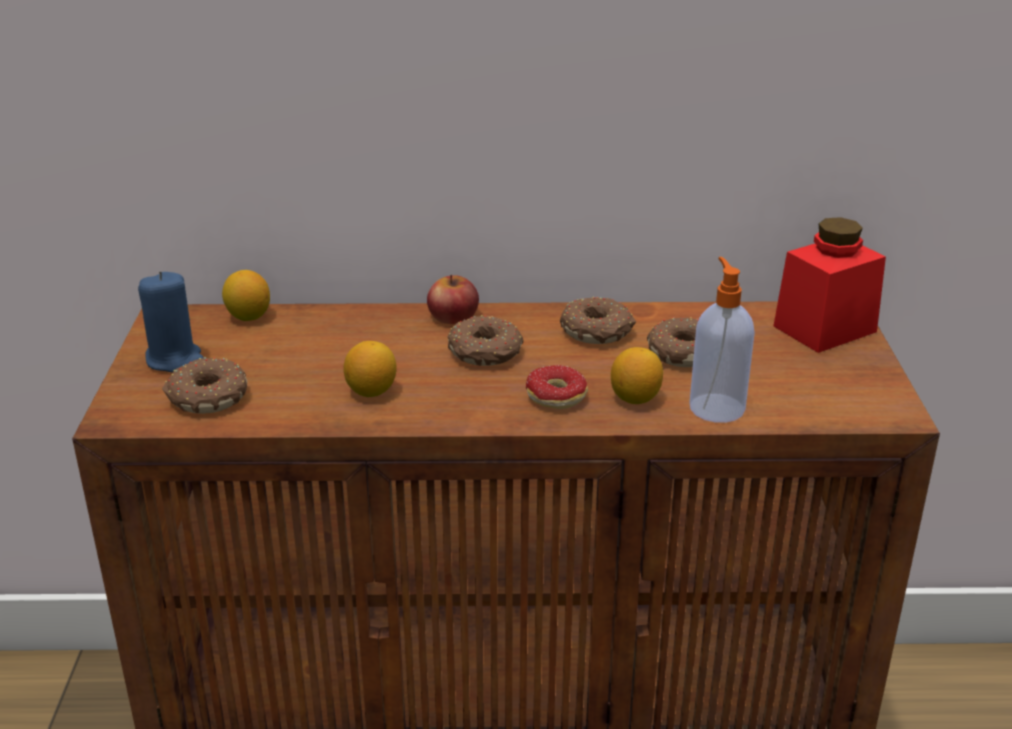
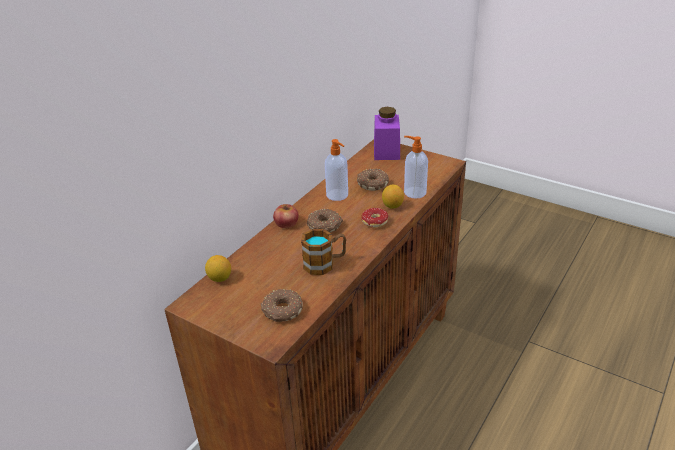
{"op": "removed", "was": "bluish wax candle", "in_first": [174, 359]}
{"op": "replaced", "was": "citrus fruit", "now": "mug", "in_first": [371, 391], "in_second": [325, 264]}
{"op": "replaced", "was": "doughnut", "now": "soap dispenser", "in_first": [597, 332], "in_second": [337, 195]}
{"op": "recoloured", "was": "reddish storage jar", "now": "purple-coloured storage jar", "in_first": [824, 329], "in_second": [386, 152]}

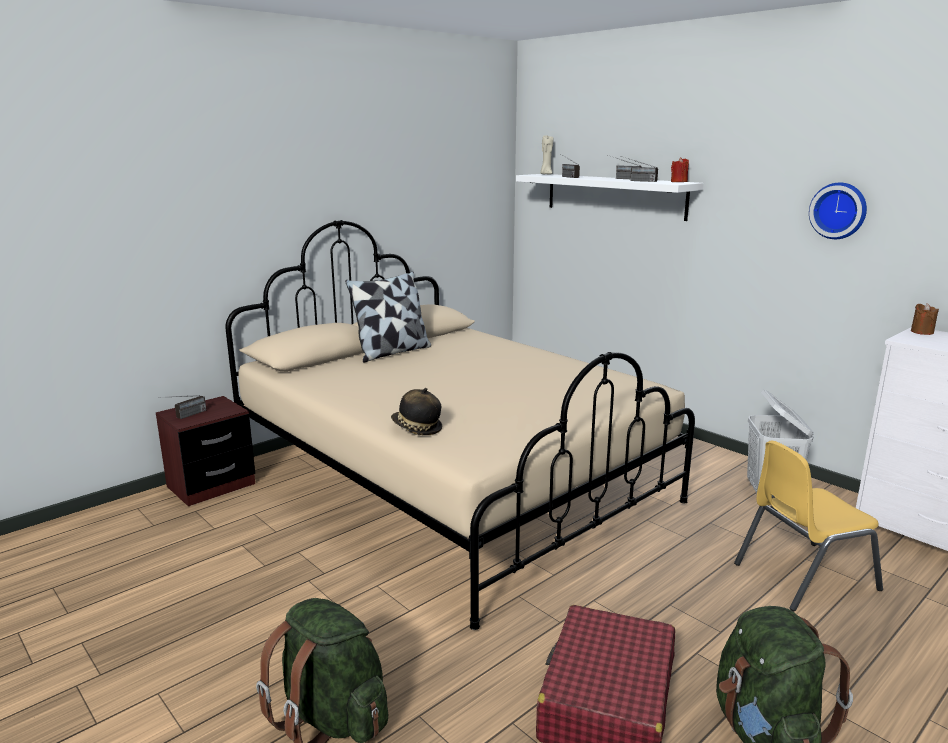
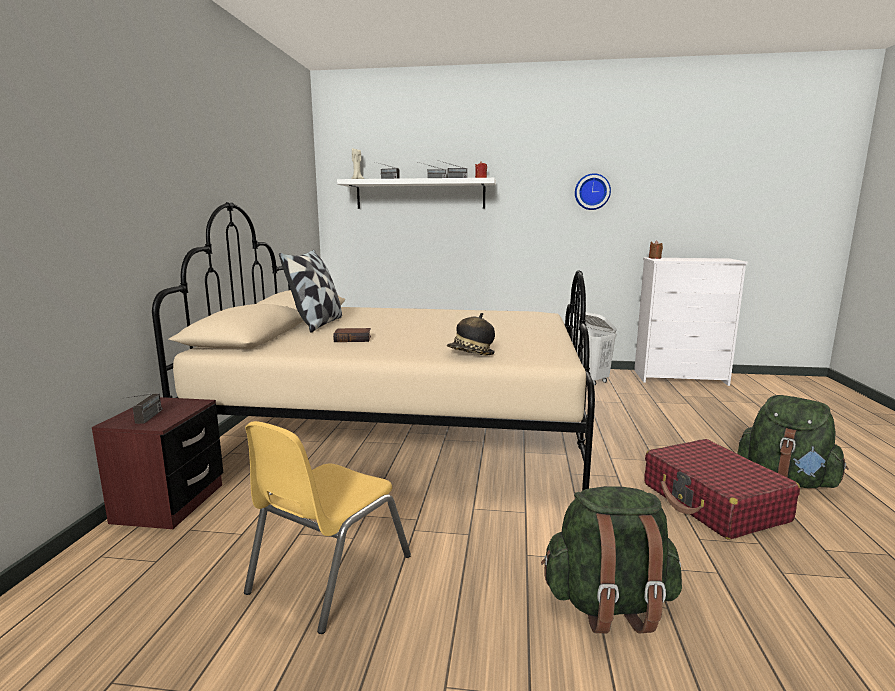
{"op": "added", "now": "bound book", "in_second": [353, 339]}
{"op": "moved", "was": "yellow-coloured upright chair", "in_first": [803, 576], "in_second": [329, 574]}

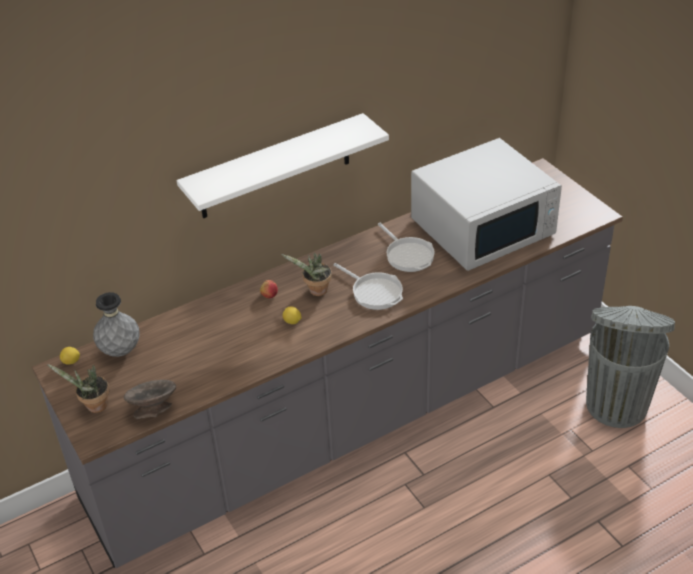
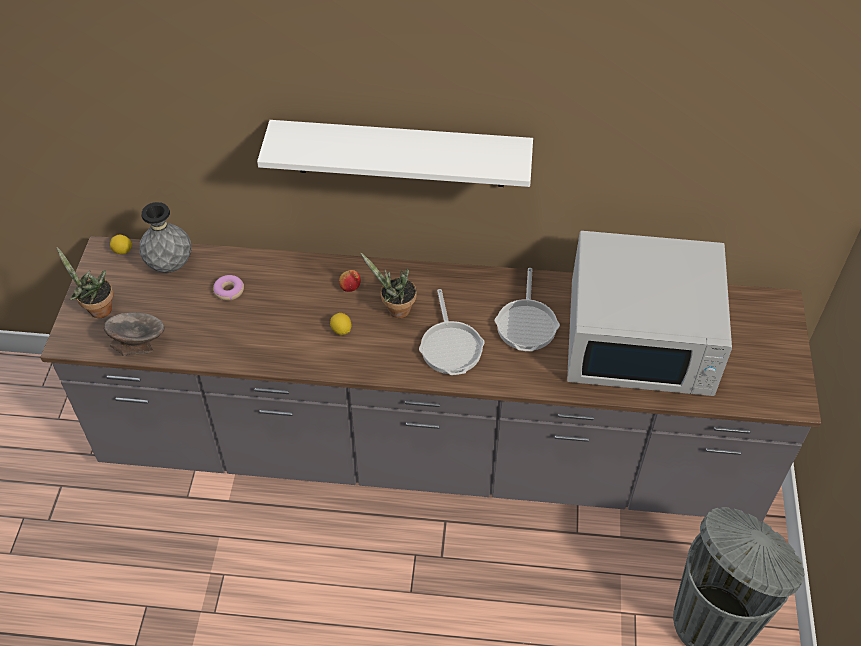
{"op": "added", "now": "doughnut", "in_second": [229, 291]}

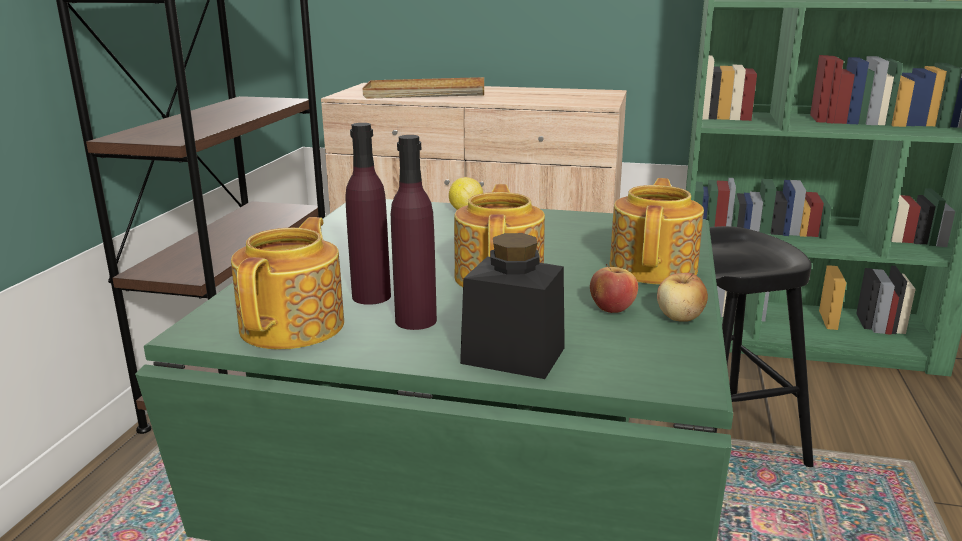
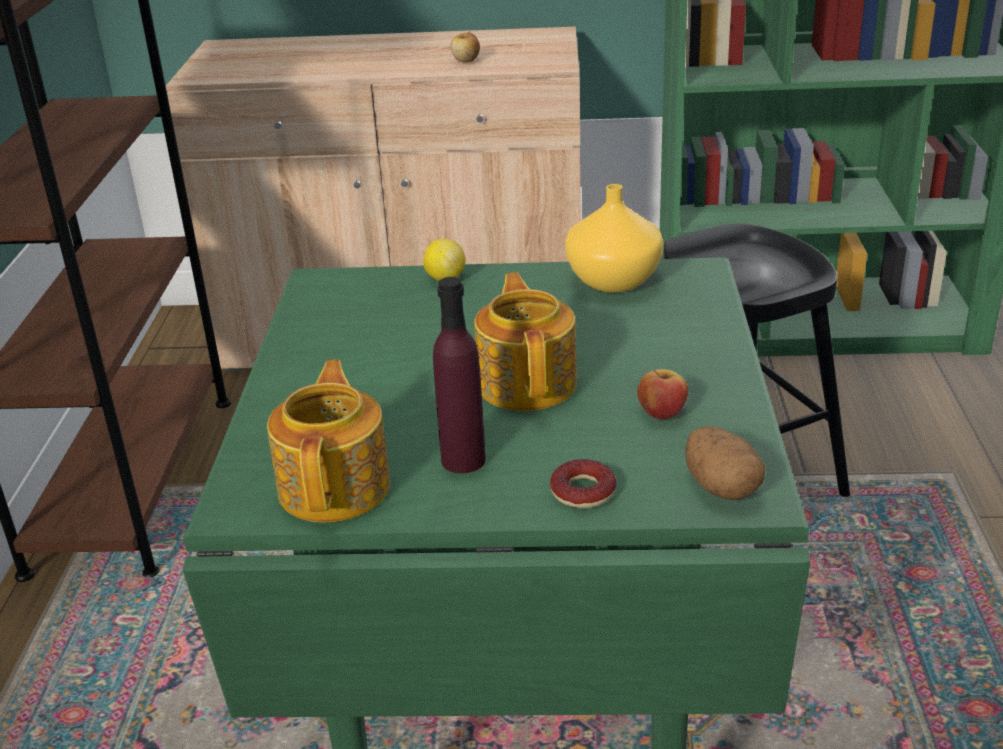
{"op": "removed", "was": "purple-coloured beverage bottle", "in_first": [371, 296]}
{"op": "removed", "was": "sand-coloured tray", "in_first": [425, 93]}
{"op": "removed", "was": "teapot", "in_first": [654, 268]}
{"op": "added", "now": "yellow-coloured vase", "in_second": [613, 282]}
{"op": "added", "now": "potato", "in_second": [721, 486]}
{"op": "moved", "was": "whole apple", "in_first": [680, 317], "in_second": [466, 61]}
{"op": "replaced", "was": "blackish storage jar", "now": "doughnut", "in_first": [513, 355], "in_second": [583, 492]}

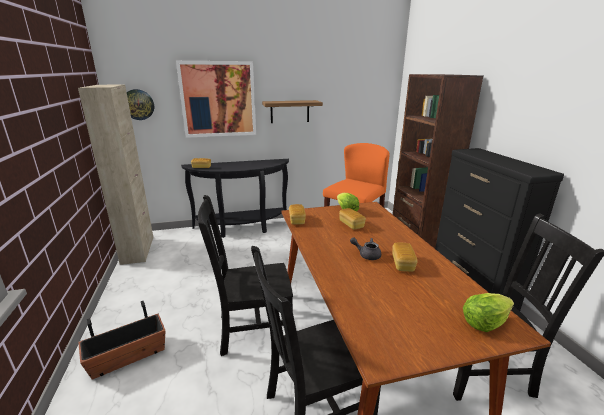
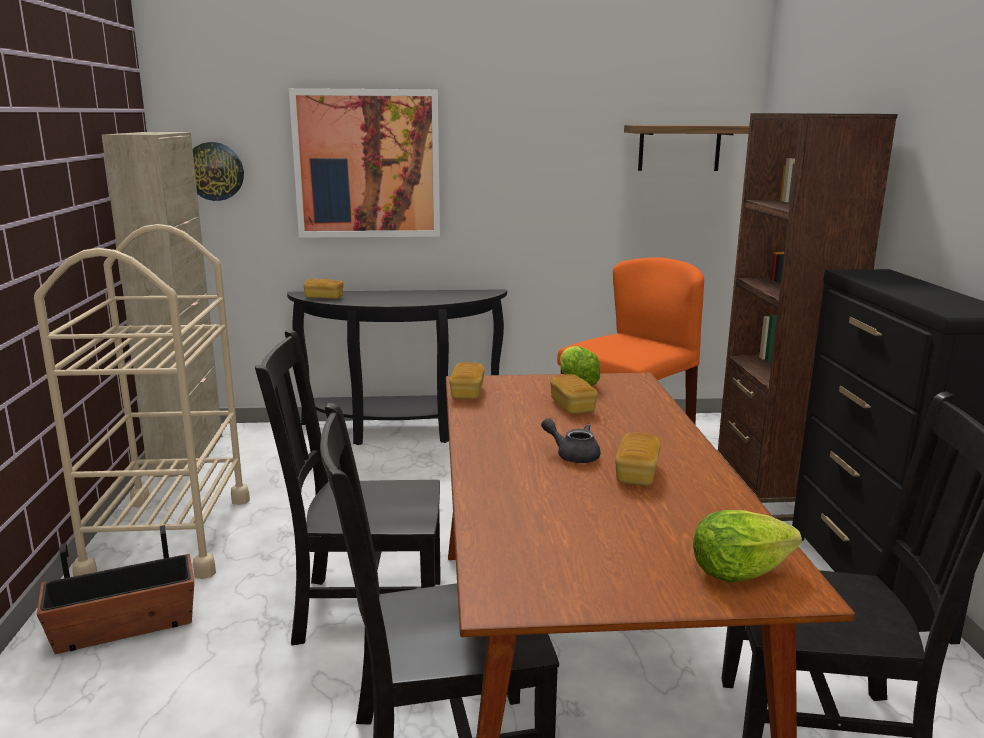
{"op": "added", "now": "sand-coloured trolley", "in_second": [169, 536]}
{"op": "moved", "was": "shelf", "in_first": [290, 111], "in_second": [679, 148]}

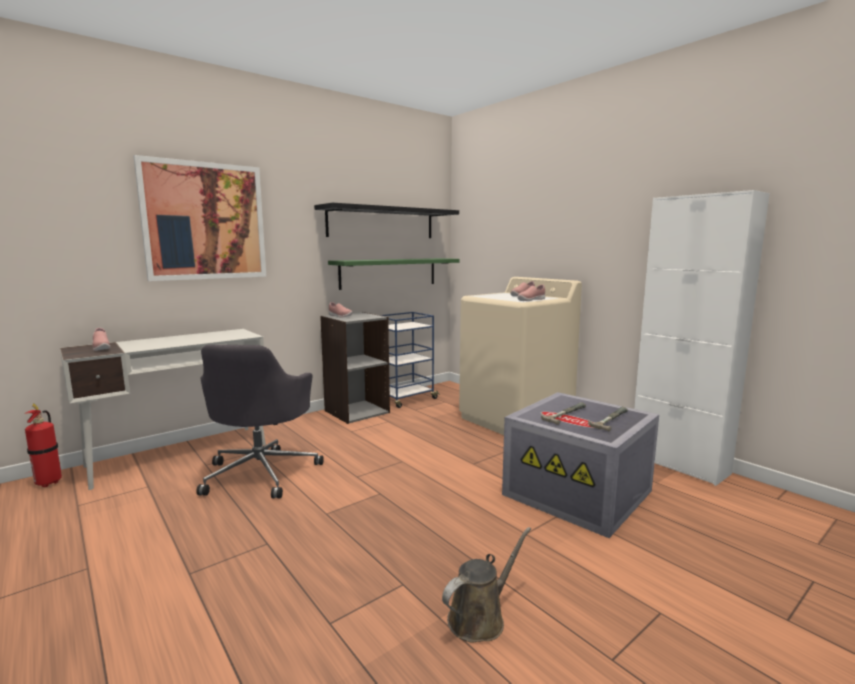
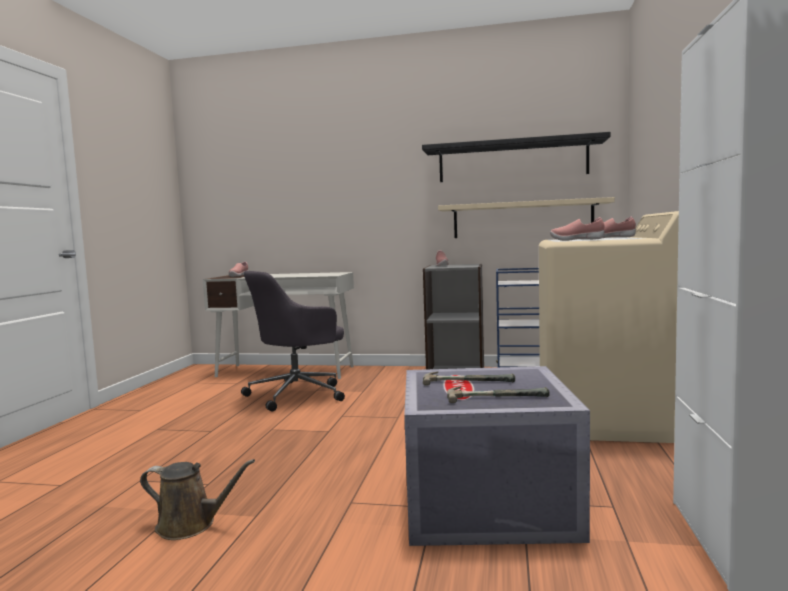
{"op": "removed", "was": "fire-fighting cylinder", "in_first": [50, 482]}
{"op": "removed", "was": "wall picture", "in_first": [205, 221]}
{"op": "recoloured", "was": "green shelf", "now": "sand-coloured shelf", "in_first": [389, 273], "in_second": [522, 219]}

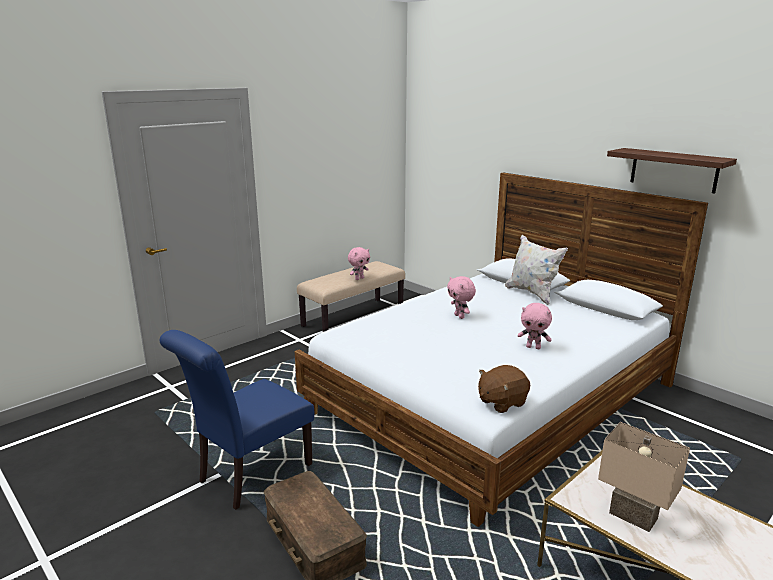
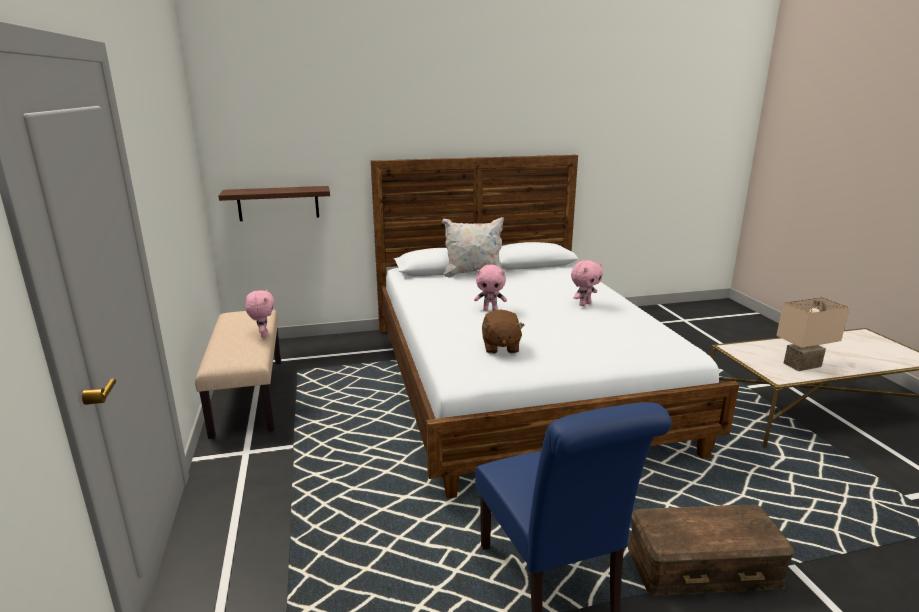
{"op": "moved", "was": "brown cuddly toy", "in_first": [501, 402], "in_second": [500, 347]}
{"op": "moved", "was": "shelf", "in_first": [673, 170], "in_second": [278, 203]}

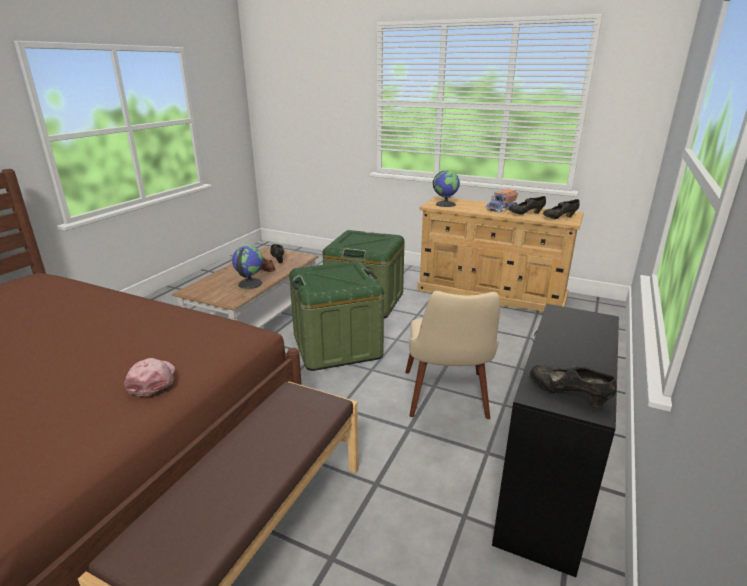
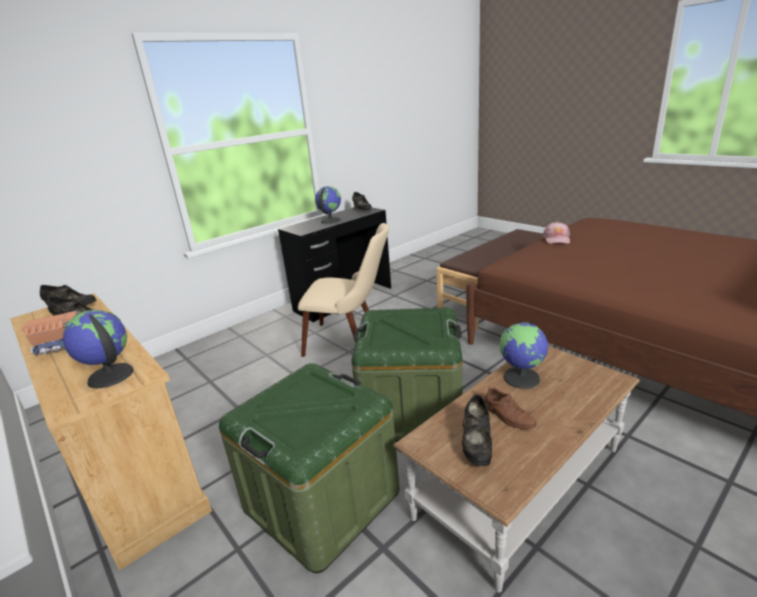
{"op": "added", "now": "world globe", "in_second": [330, 220]}
{"op": "turned", "was": "sand-coloured upright chair", "in_first": [447, 402], "in_second": [351, 340], "clockwise": 75}

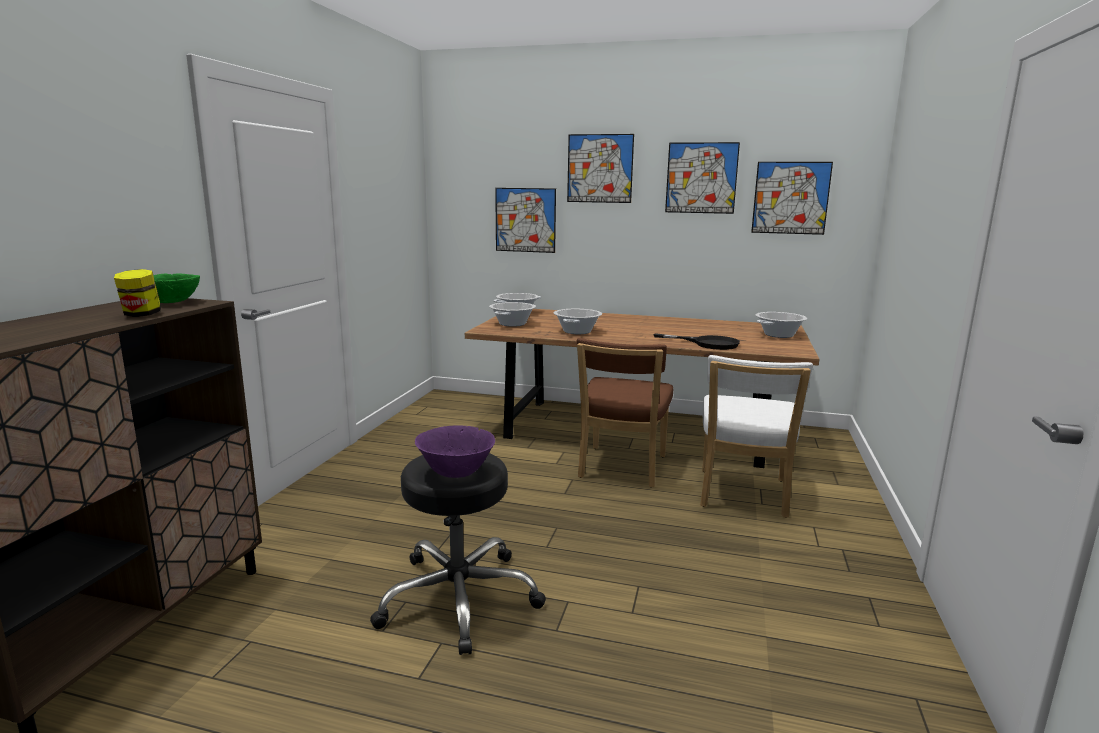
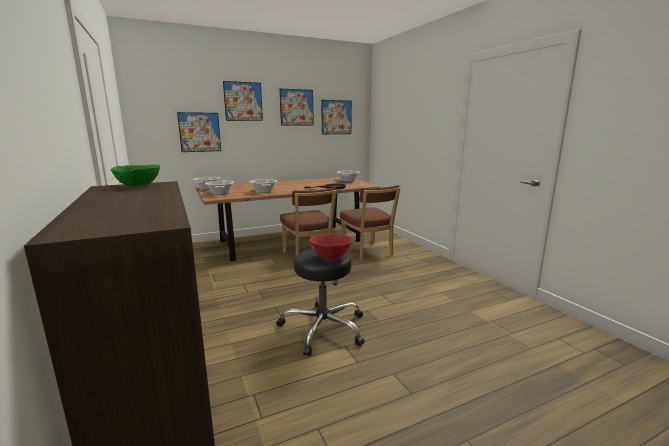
{"op": "removed", "was": "storage jar", "in_first": [141, 315]}
{"op": "recoloured", "was": "purple-coloured deep dish", "now": "reddish deep dish", "in_first": [456, 474], "in_second": [330, 258]}
{"op": "recoloured", "was": "white-coloured upright chair", "now": "brown upright chair", "in_first": [742, 495], "in_second": [368, 253]}

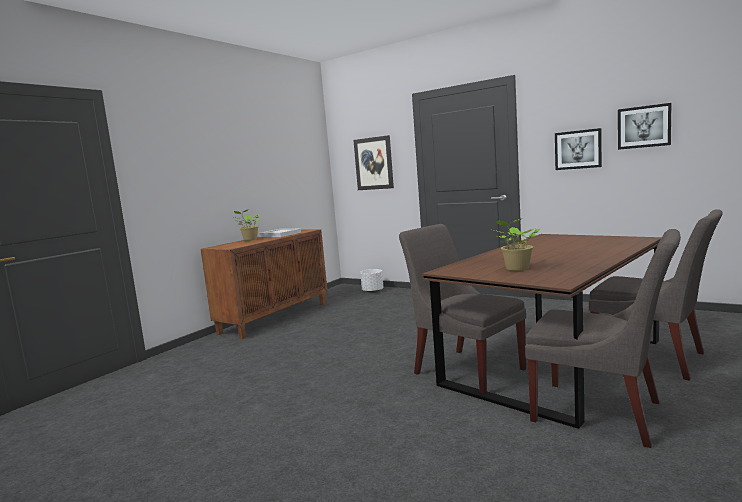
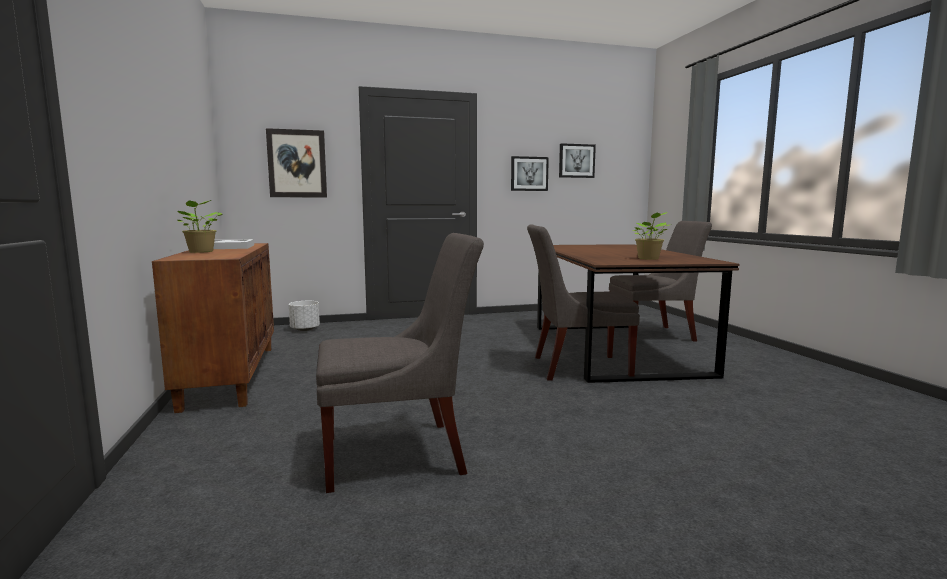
{"op": "moved", "was": "gray upright chair", "in_first": [603, 413], "in_second": [400, 454]}

